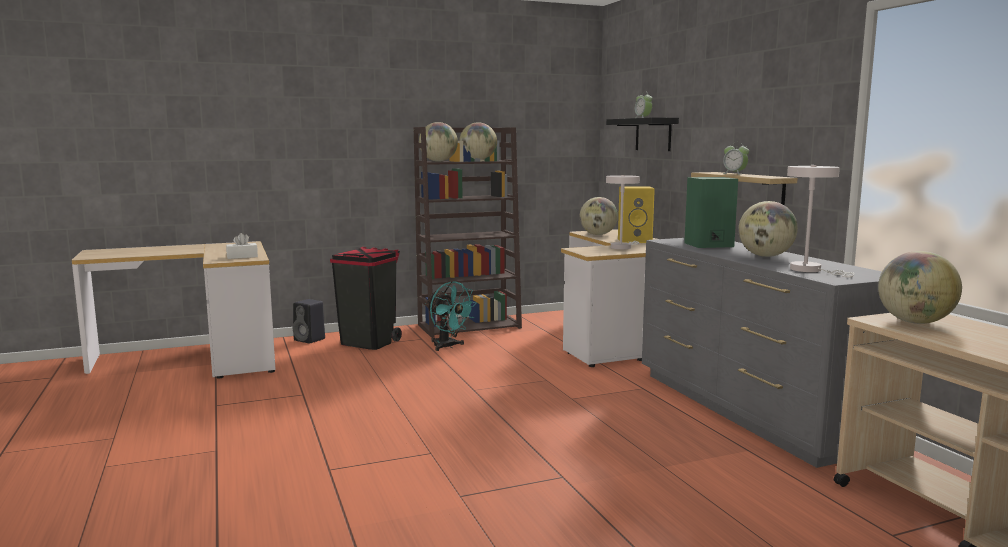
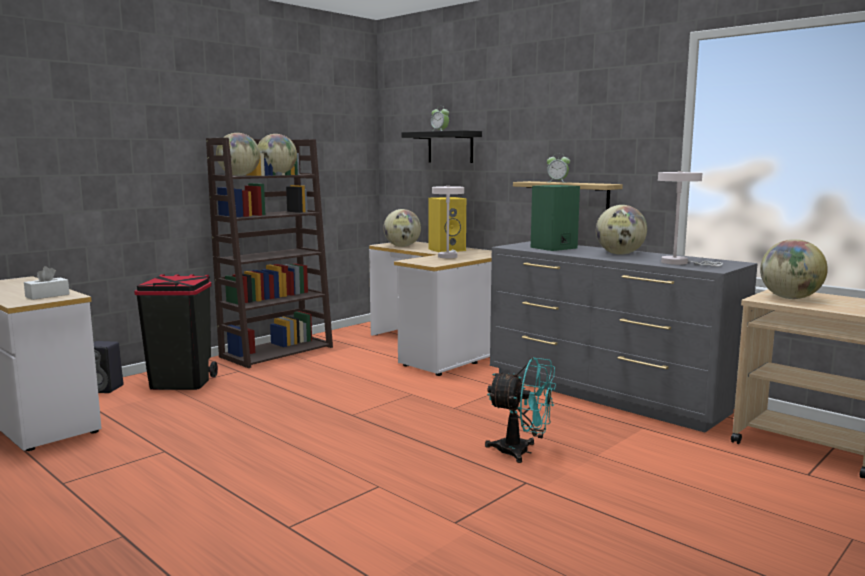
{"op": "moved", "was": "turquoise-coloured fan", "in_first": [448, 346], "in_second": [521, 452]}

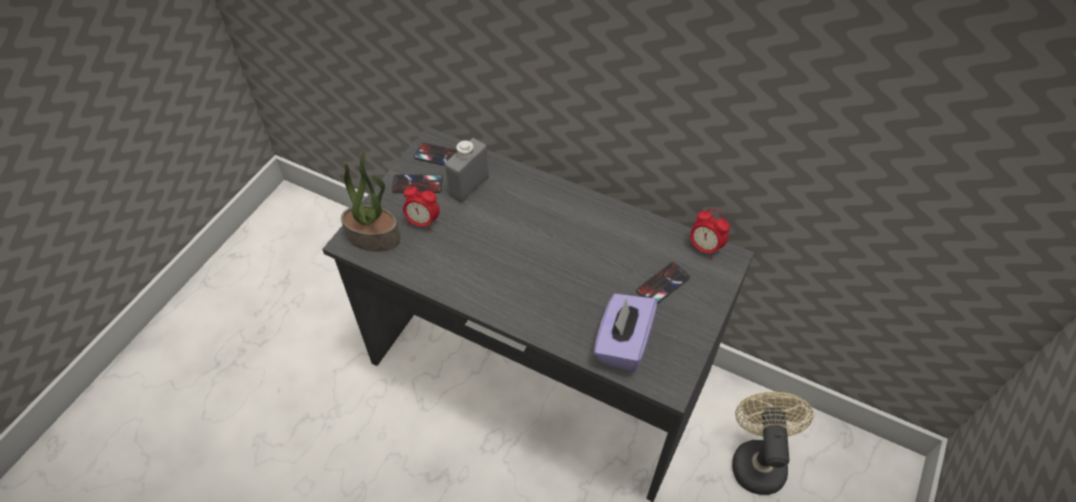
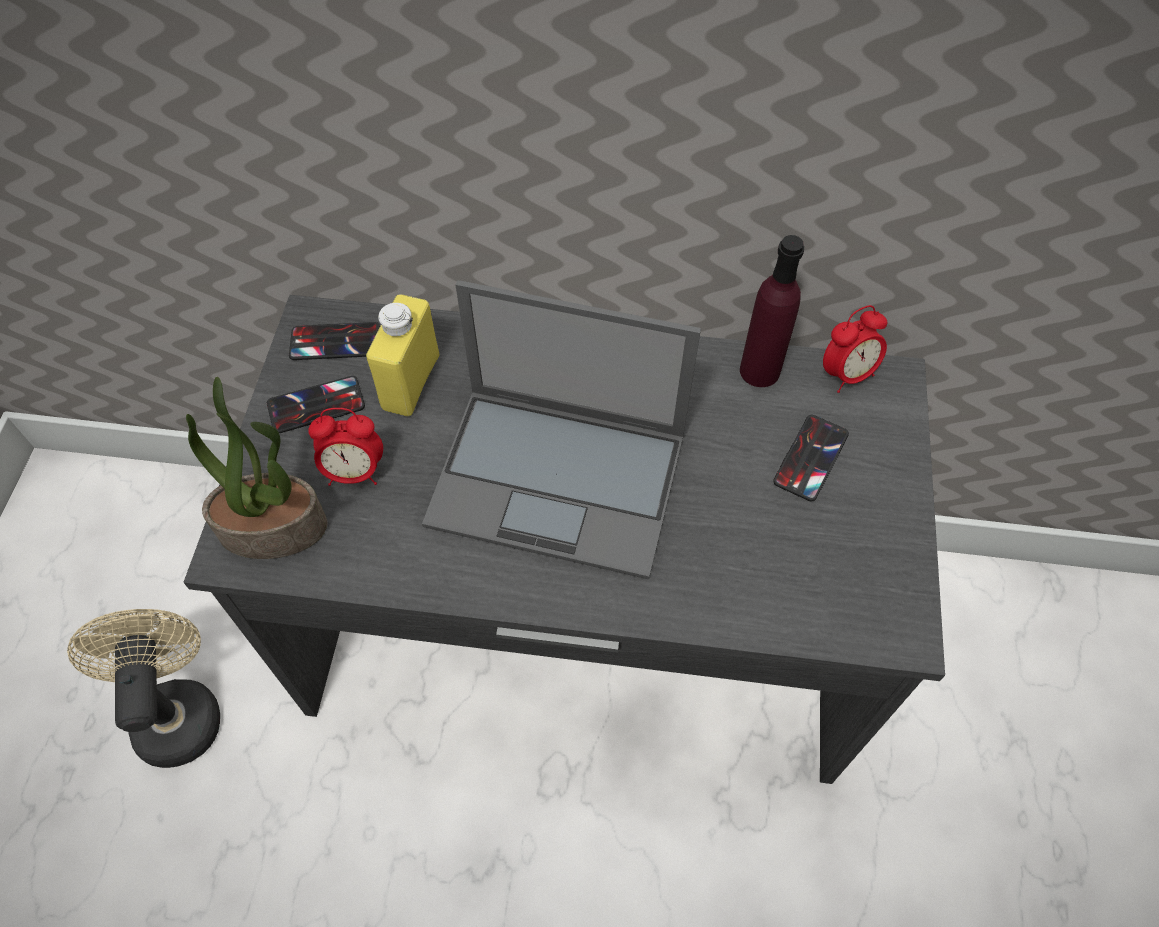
{"op": "removed", "was": "purple-coloured tissue box", "in_first": [622, 343]}
{"op": "added", "now": "portable computer", "in_second": [560, 479]}
{"op": "added", "now": "purple-coloured beverage bottle", "in_second": [759, 370]}
{"op": "moved", "was": "sand-coloured fan", "in_first": [757, 459], "in_second": [176, 710]}
{"op": "recoloured", "was": "gray beverage bottle", "now": "yellow-coloured beverage bottle", "in_first": [469, 186], "in_second": [411, 382]}
{"op": "turned", "was": "bedside clock", "in_first": [704, 247], "in_second": [847, 374], "clockwise": -45}

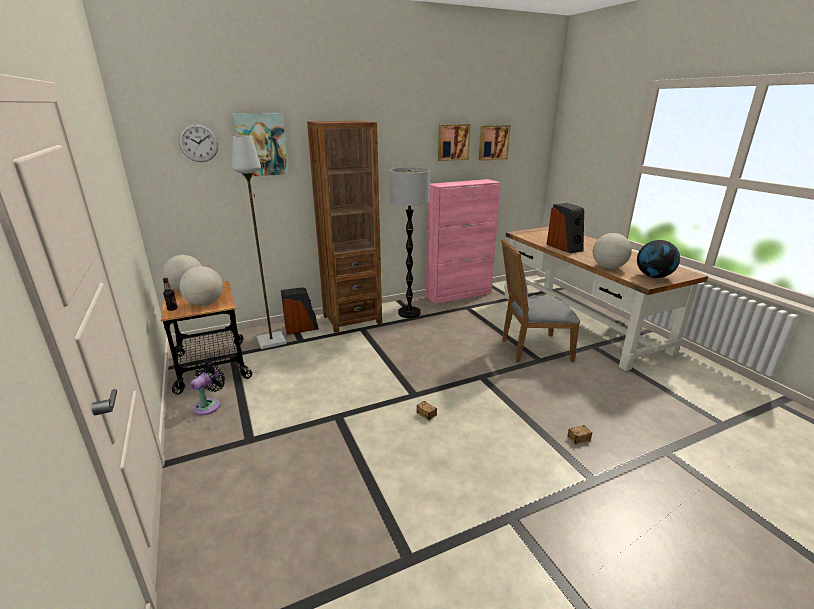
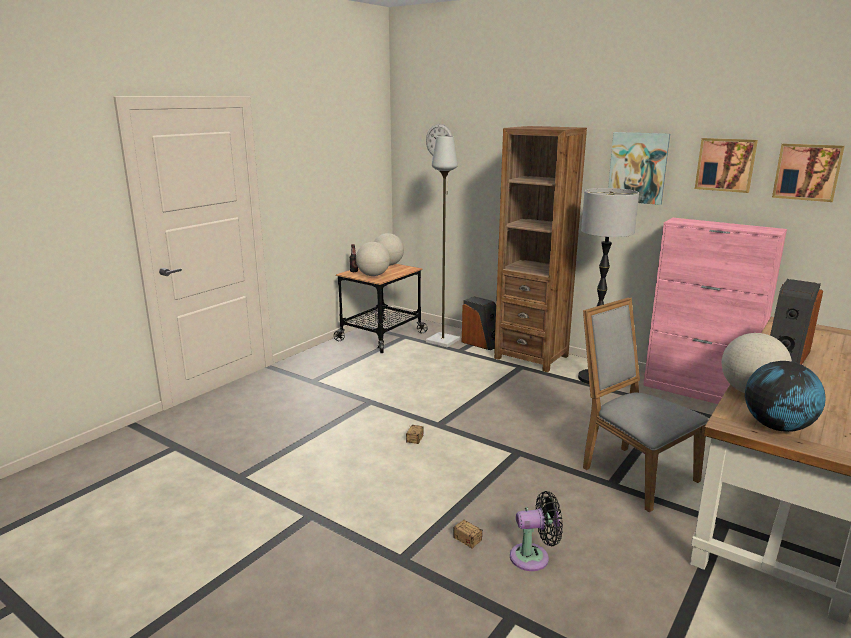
{"op": "moved", "was": "blackish fan", "in_first": [209, 405], "in_second": [533, 557]}
{"op": "moved", "was": "wall picture", "in_first": [261, 144], "in_second": [638, 168]}

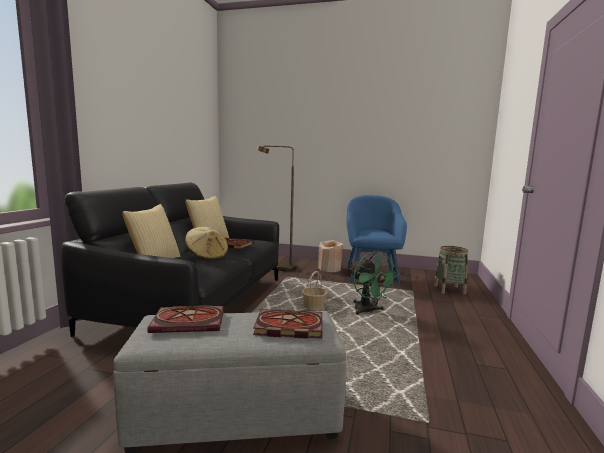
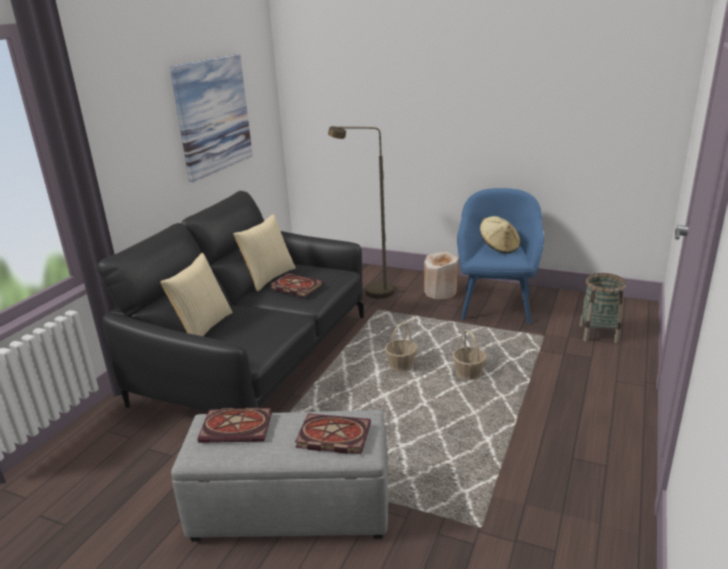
{"op": "added", "now": "wall picture", "in_second": [213, 115]}
{"op": "moved", "was": "sand-coloured wearable hat", "in_first": [207, 256], "in_second": [499, 247]}
{"op": "replaced", "was": "green fan", "now": "household basket", "in_first": [368, 311], "in_second": [469, 373]}

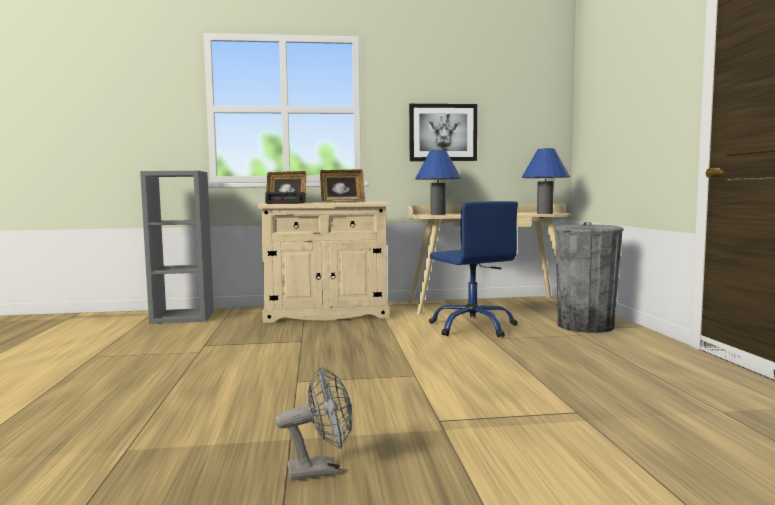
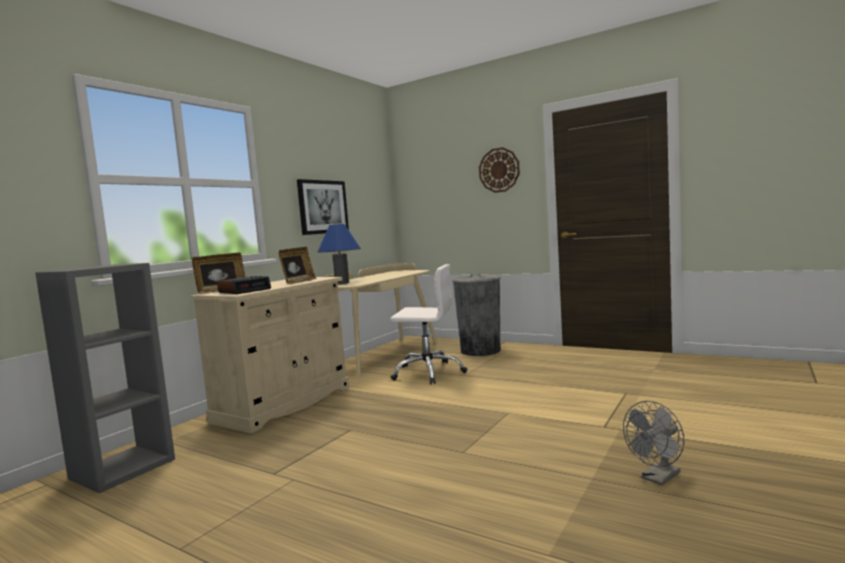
{"op": "removed", "was": "bluish table lamp", "in_first": [544, 213]}
{"op": "added", "now": "clock on the wall", "in_second": [499, 170]}
{"op": "recoloured", "was": "bluish computer chair", "now": "white-coloured computer chair", "in_first": [473, 327], "in_second": [428, 372]}
{"op": "turned", "was": "gray fan", "in_first": [321, 470], "in_second": [658, 478], "clockwise": -150}

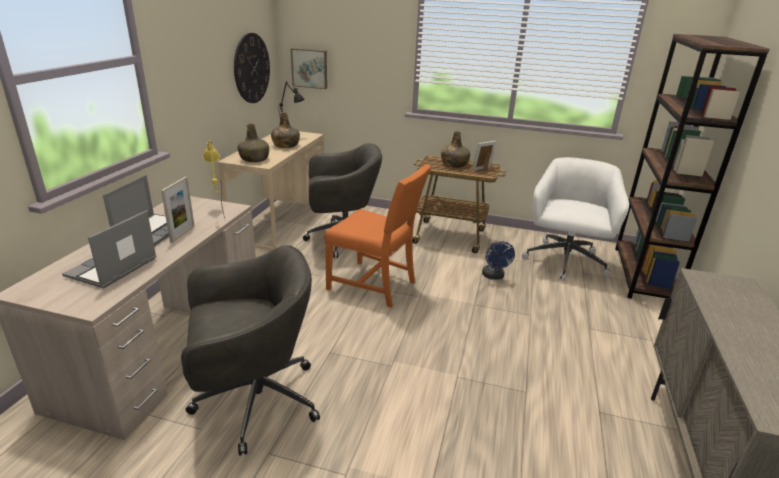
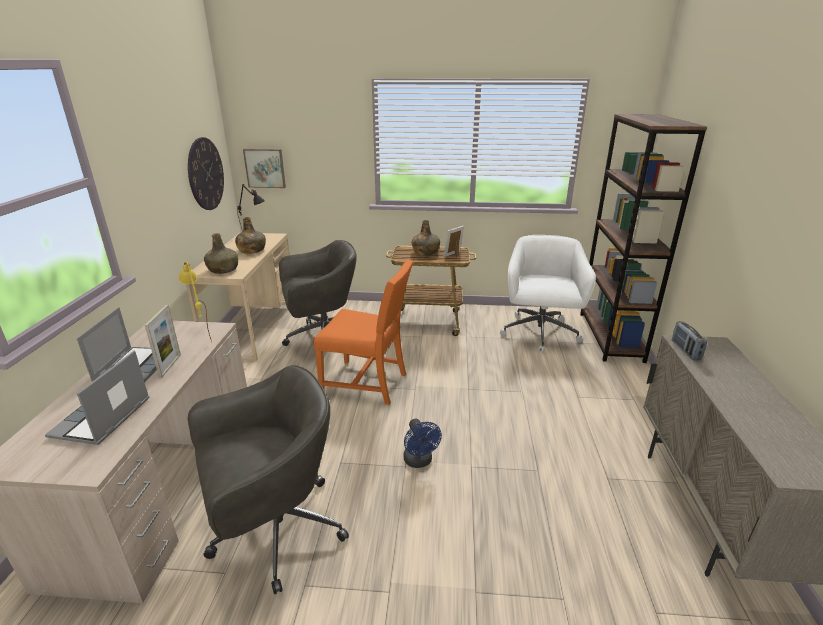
{"op": "added", "now": "radio set", "in_second": [685, 350]}
{"op": "moved", "was": "bluish fan", "in_first": [494, 276], "in_second": [419, 462]}

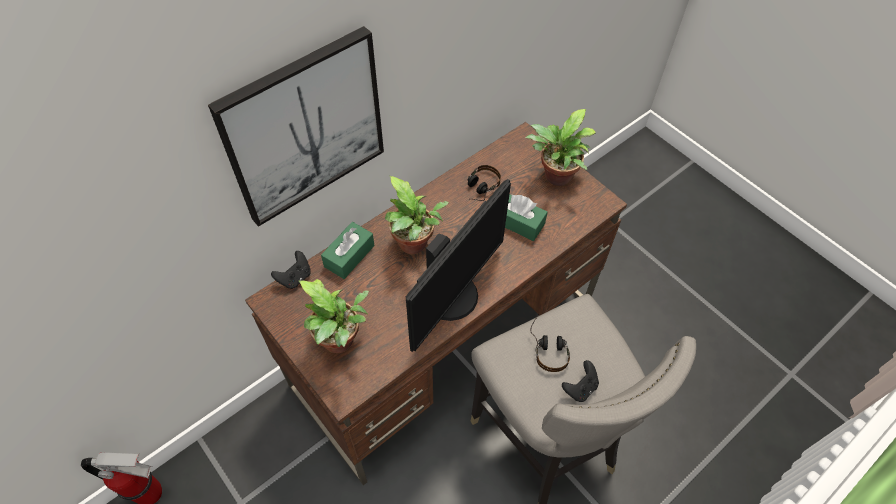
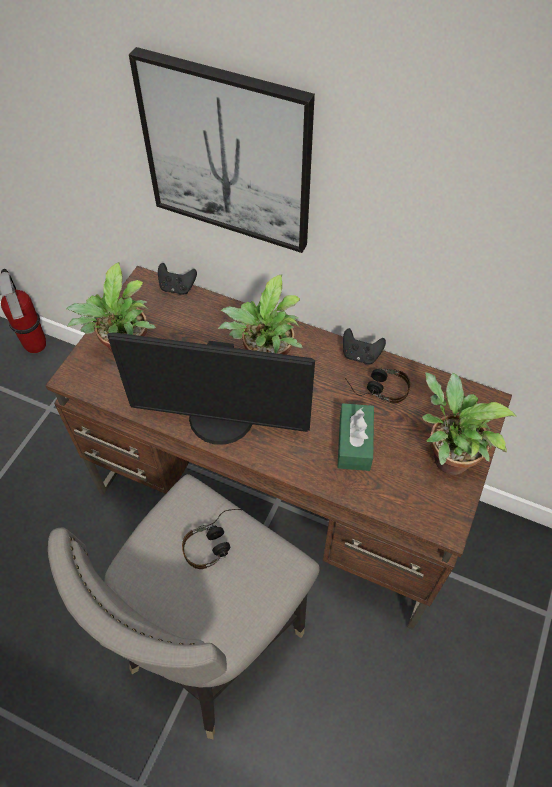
{"op": "removed", "was": "green tissue box", "in_first": [349, 256]}
{"op": "moved", "was": "blackish game controller", "in_first": [580, 388], "in_second": [360, 355]}

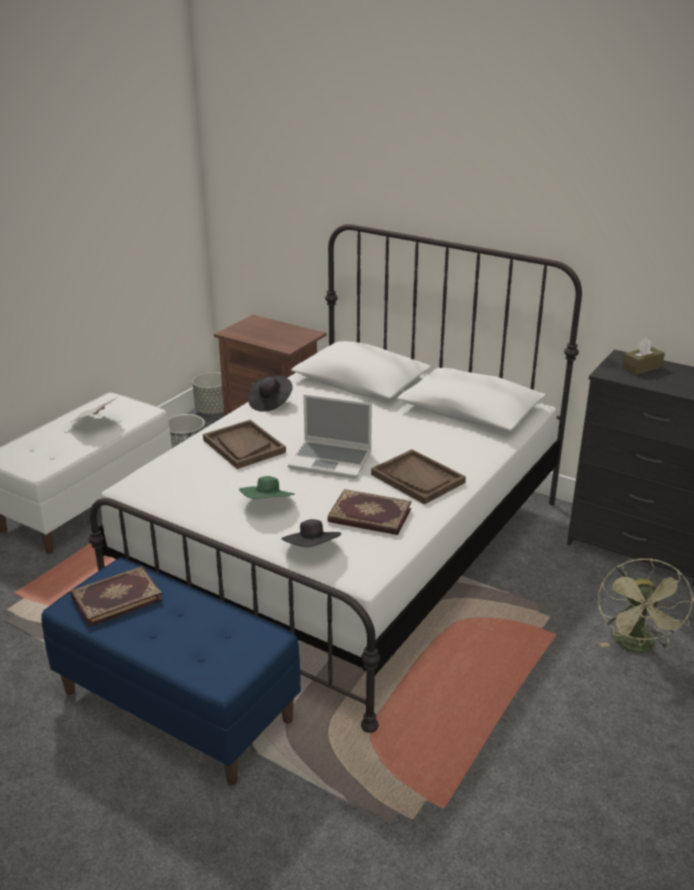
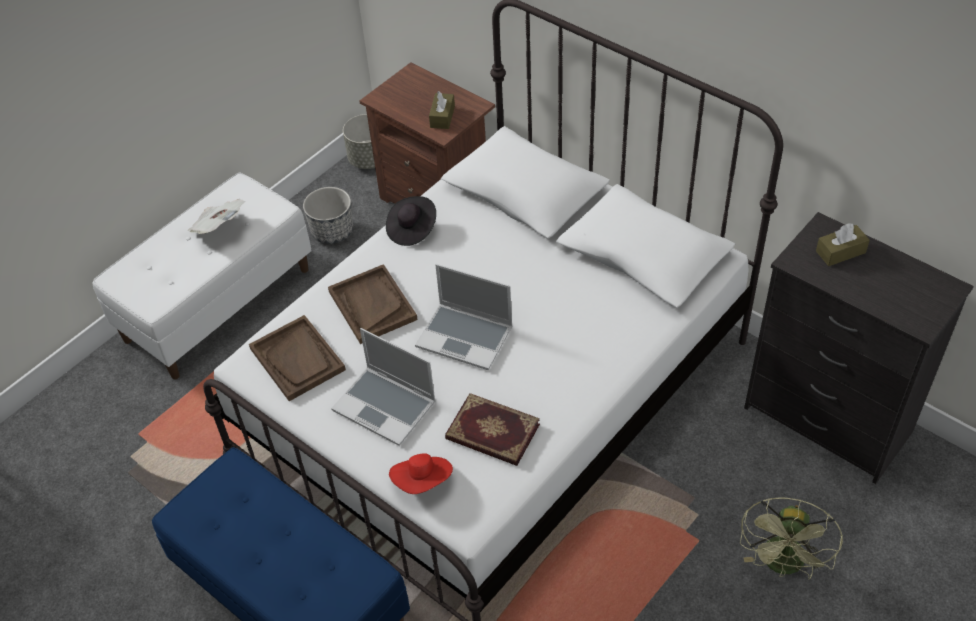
{"op": "removed", "was": "bound book", "in_first": [116, 598]}
{"op": "added", "now": "brown tissue box", "in_second": [442, 117]}
{"op": "moved", "was": "brown tray", "in_first": [418, 478], "in_second": [298, 359]}
{"op": "replaced", "was": "green wearable hat", "now": "portable computer", "in_first": [268, 505], "in_second": [386, 406]}
{"op": "recoloured", "was": "blackish wearable hat", "now": "reddish wearable hat", "in_first": [312, 550], "in_second": [423, 481]}

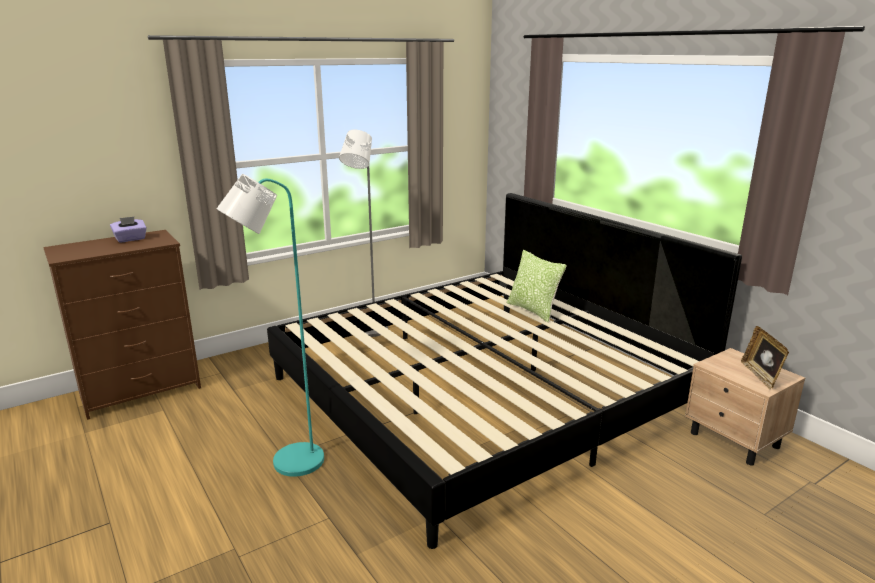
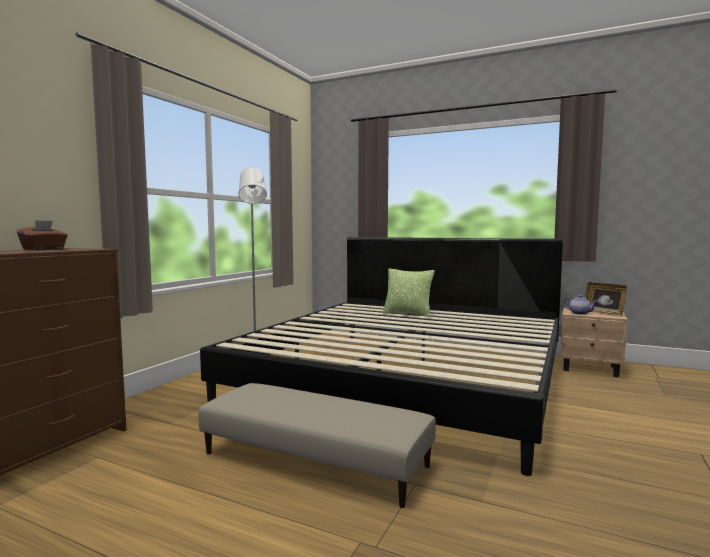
{"op": "added", "now": "teapot", "in_second": [579, 313]}
{"op": "replaced", "was": "turquoise-coloured standing lamp", "now": "sand-coloured pouffe", "in_first": [289, 464], "in_second": [315, 459]}
{"op": "recoloured", "was": "purple-coloured tissue box", "now": "brown tissue box", "in_first": [130, 239], "in_second": [44, 249]}

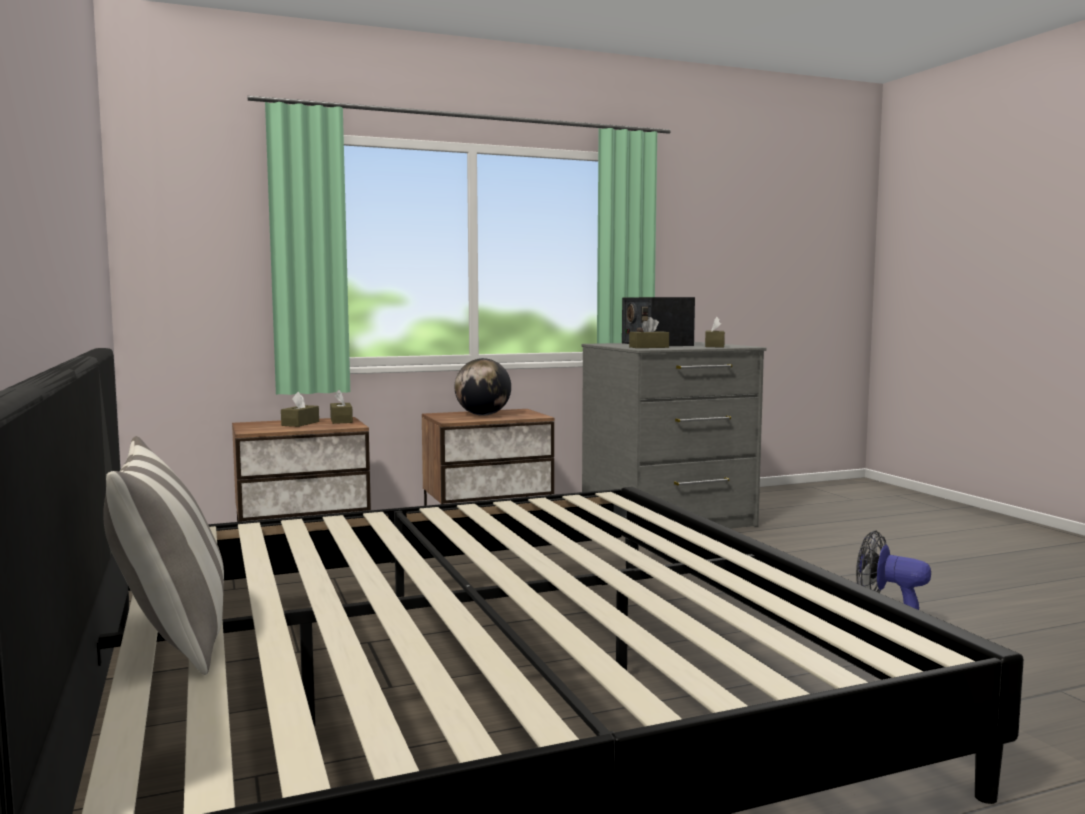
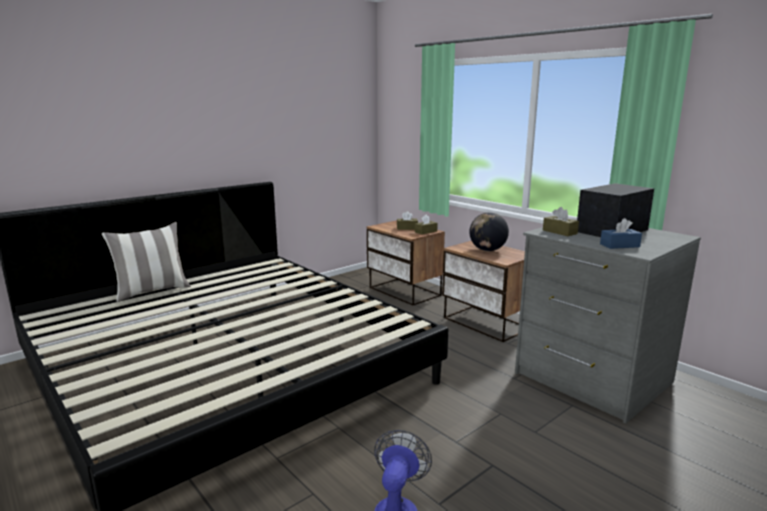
{"op": "recoloured", "was": "brown tissue box", "now": "bluish tissue box", "in_first": [714, 346], "in_second": [619, 245]}

